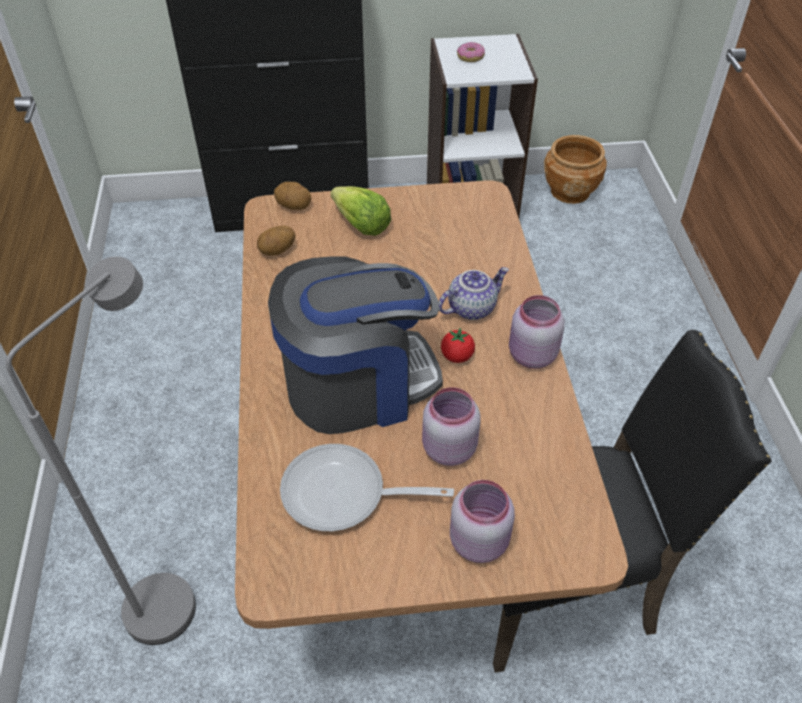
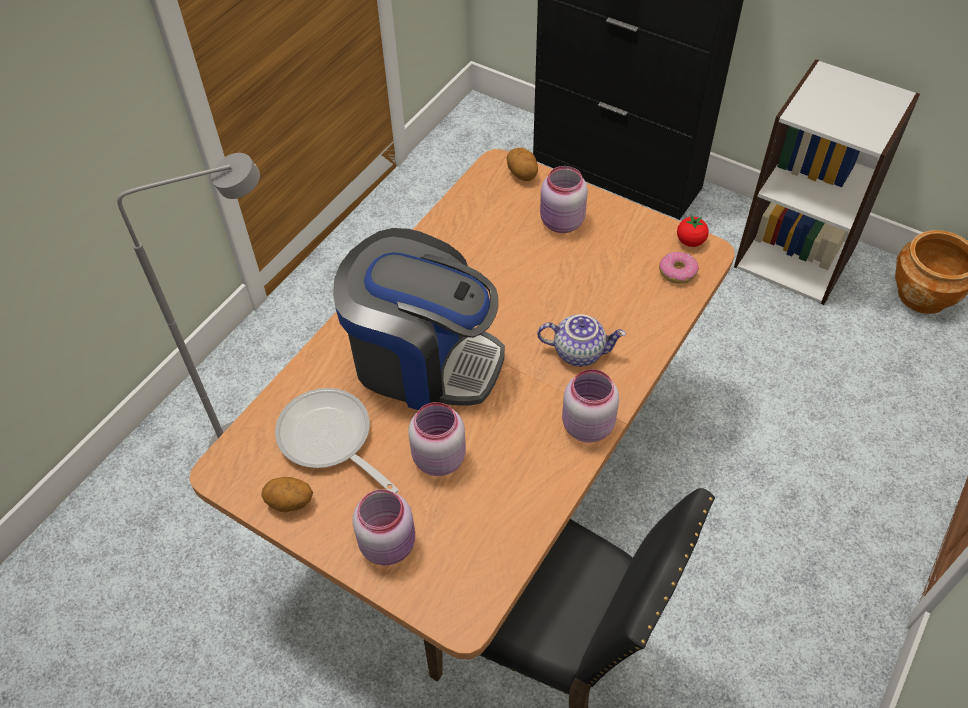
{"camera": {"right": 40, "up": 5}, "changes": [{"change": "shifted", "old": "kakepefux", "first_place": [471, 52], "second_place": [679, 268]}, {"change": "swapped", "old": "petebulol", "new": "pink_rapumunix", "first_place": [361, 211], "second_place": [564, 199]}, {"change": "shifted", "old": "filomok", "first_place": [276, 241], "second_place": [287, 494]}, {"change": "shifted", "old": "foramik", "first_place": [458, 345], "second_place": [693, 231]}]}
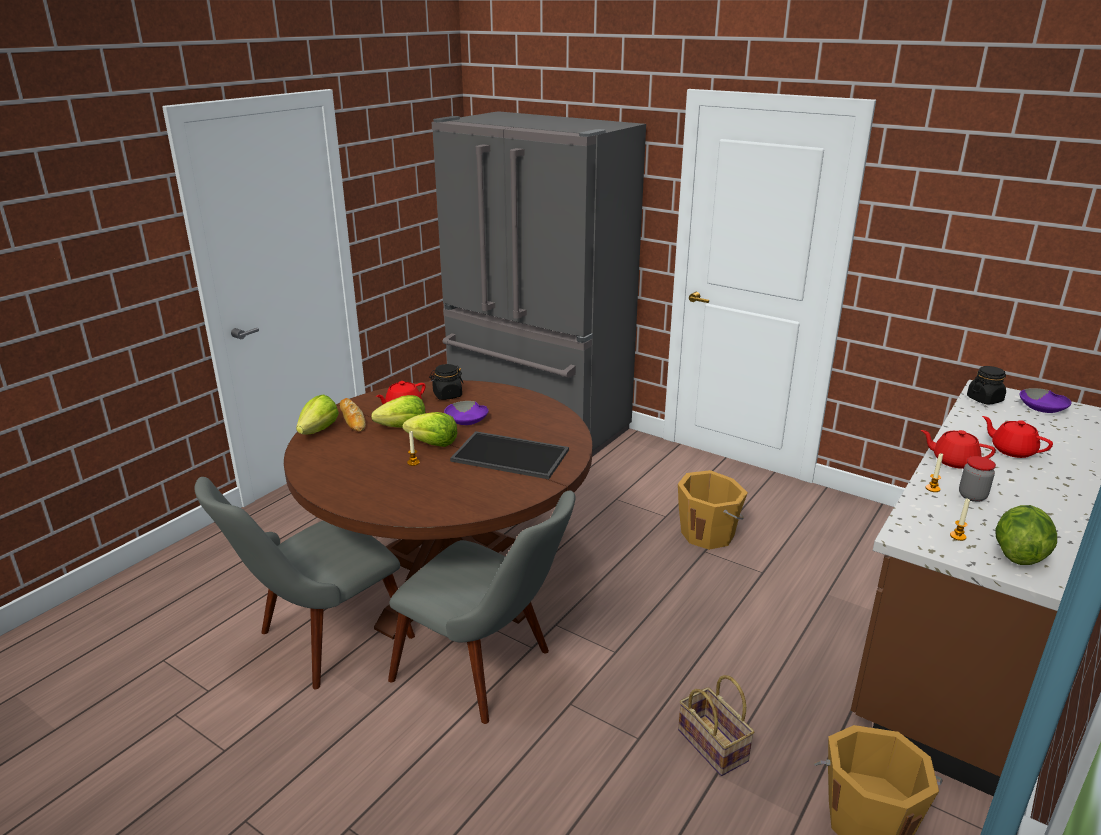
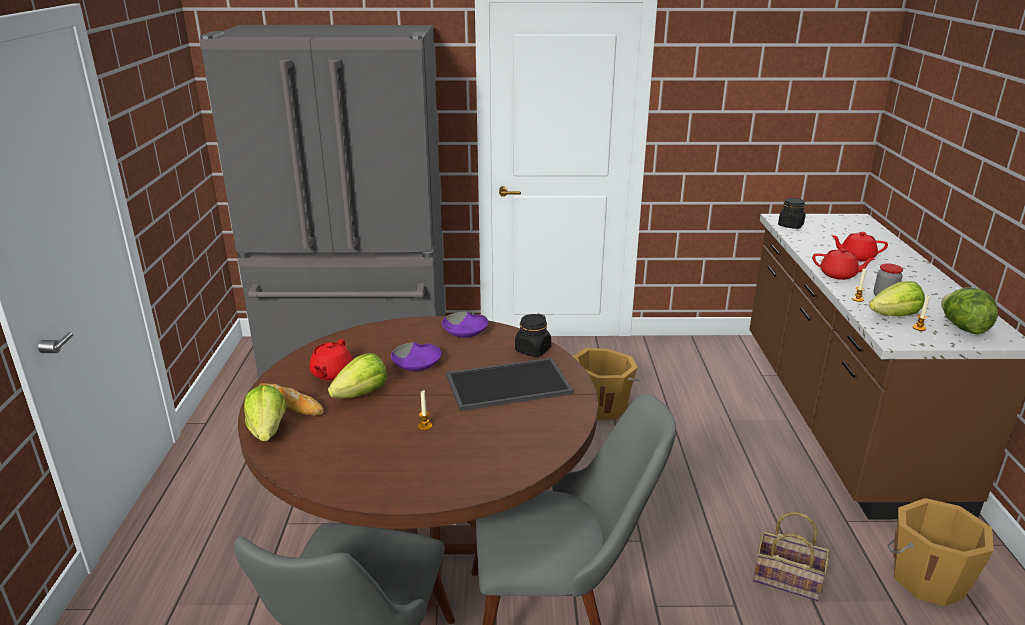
{"camera": {"right": -35, "up": 0}, "changes": [{"change": "shifted", "old": "black_rapumunix", "first_place": [446, 382], "second_place": [533, 335]}, {"change": "shifted", "old": "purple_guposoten", "first_place": [1045, 400], "second_place": [465, 325]}, {"change": "shifted", "old": "petebulol", "first_place": [430, 429], "second_place": [897, 299]}, {"change": "rotated", "old": "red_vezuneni", "first_place": [958, 449], "second_place": [843, 264], "degrees": -150}]}
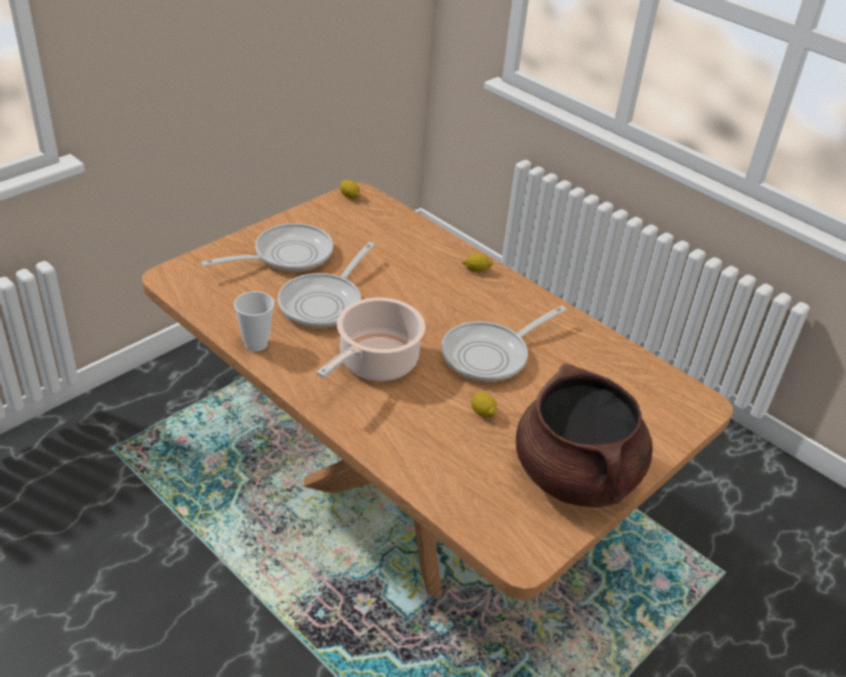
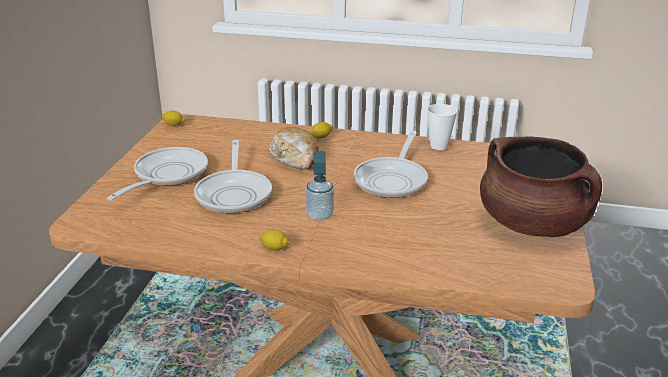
{"camera": {"right": -30, "up": -10}, "changes": [{"change": "shifted", "old": "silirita", "first_place": [254, 321], "second_place": [442, 127]}, {"change": "swapped", "old": "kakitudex", "new": "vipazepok", "first_place": [371, 339], "second_place": [320, 186]}, {"change": "shifted", "old": "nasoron", "first_place": [484, 404], "second_place": [274, 240]}, {"change": "new", "new": "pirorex", "second_place": [294, 148]}]}
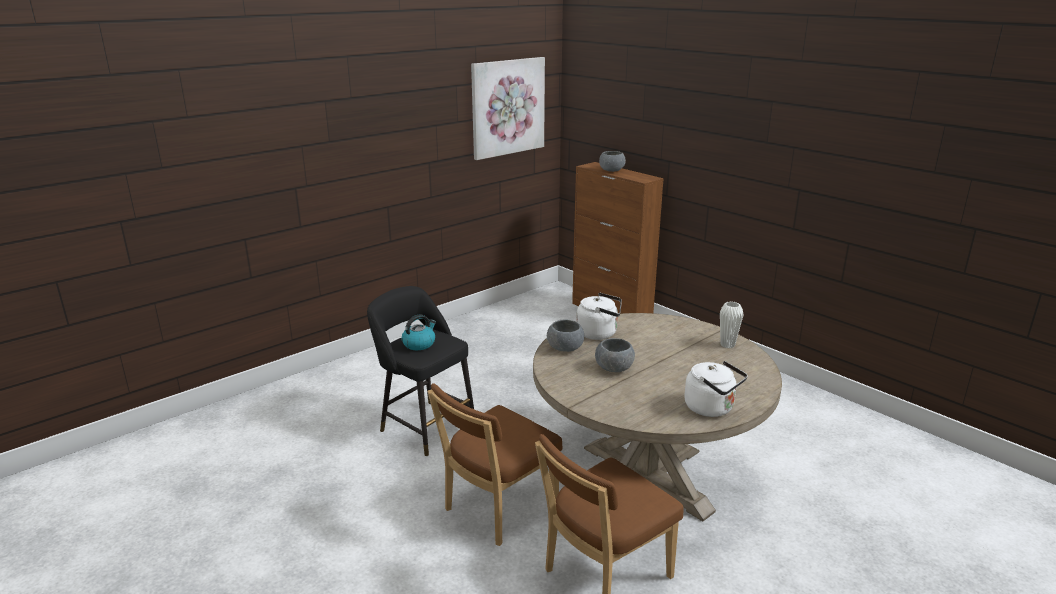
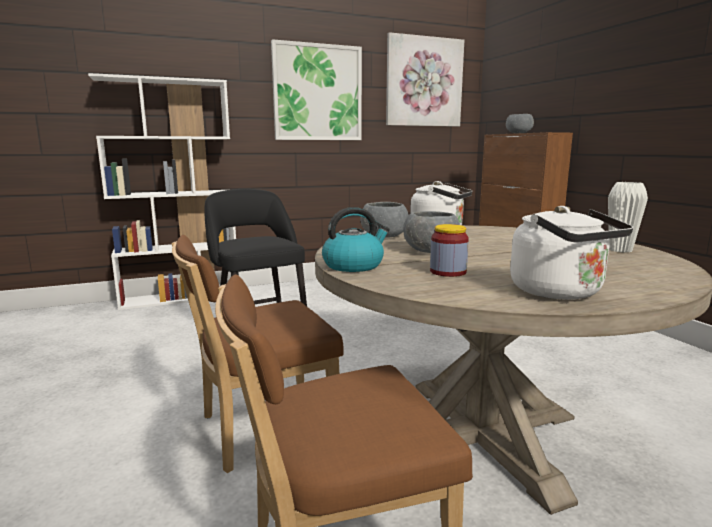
{"camera": {"right": 20, "up": -10}, "changes": [{"change": "shifted", "old": "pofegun", "first_place": [418, 332], "second_place": [356, 239]}, {"change": "new", "new": "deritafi", "second_place": [316, 89]}, {"change": "new", "new": "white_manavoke", "second_place": [162, 191]}, {"change": "new", "new": "rapumunix", "second_place": [449, 250]}]}
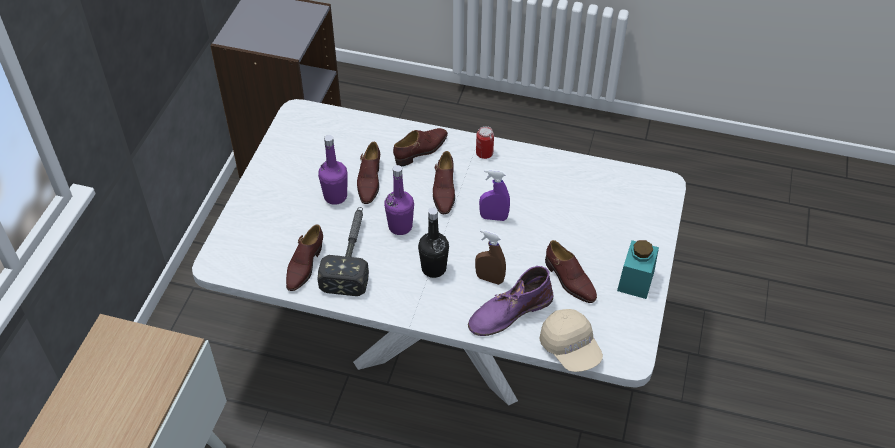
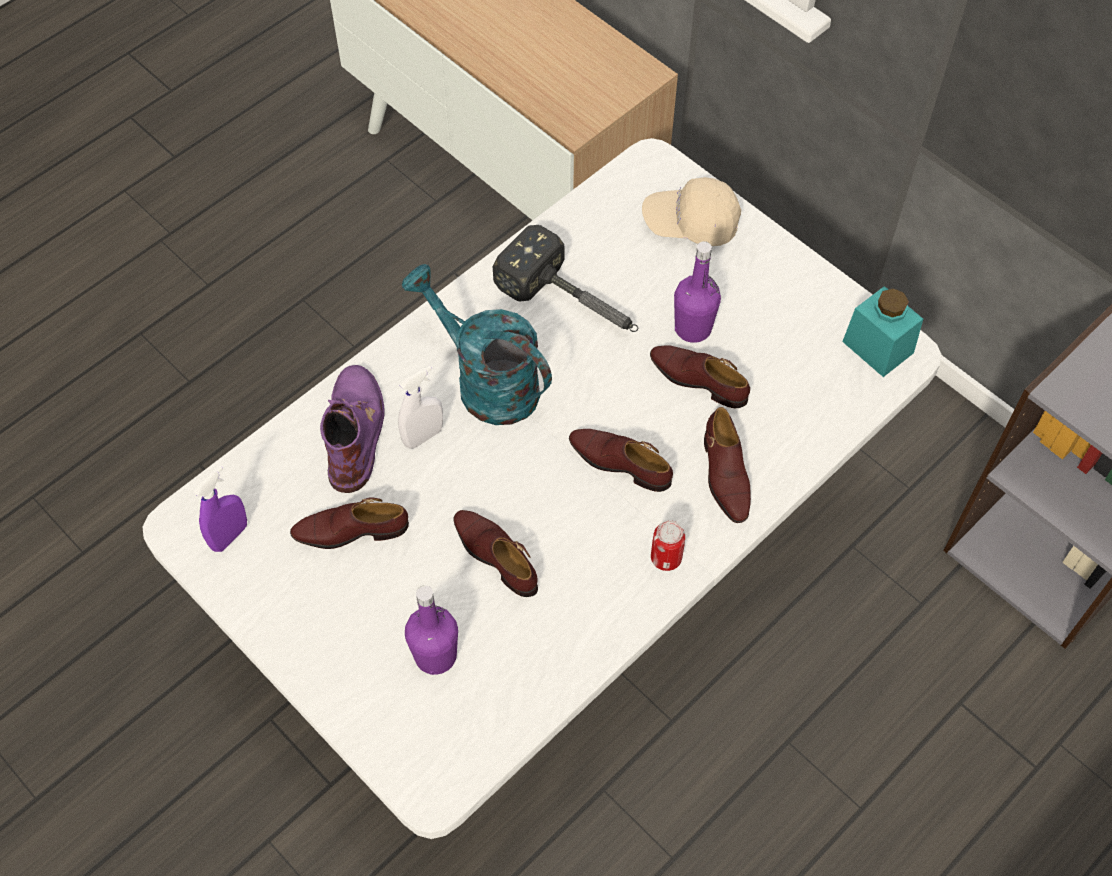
{"camera": {"right": 120, "up": 10}, "changes": [{"change": "shifted", "old": "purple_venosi", "first_place": [399, 200], "second_place": [431, 630]}, {"change": "shifted", "old": "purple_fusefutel", "first_place": [494, 195], "second_place": [220, 508]}, {"change": "swapped", "old": "black_venosi", "new": "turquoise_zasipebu", "first_place": [433, 243], "second_place": [477, 344]}, {"change": "shifted", "old": "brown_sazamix", "first_place": [304, 258], "second_place": [495, 553]}, {"change": "repainted", "old": "brown_fusefutel", "new": "white_fusefutel", "first_place": [490, 257], "second_place": [420, 407]}, {"change": "shifted", "old": "turquoise_rapumunix", "first_place": [638, 269], "second_place": [882, 331]}, {"change": "shifted", "old": "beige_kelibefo", "first_place": [571, 340], "second_place": [691, 211]}]}
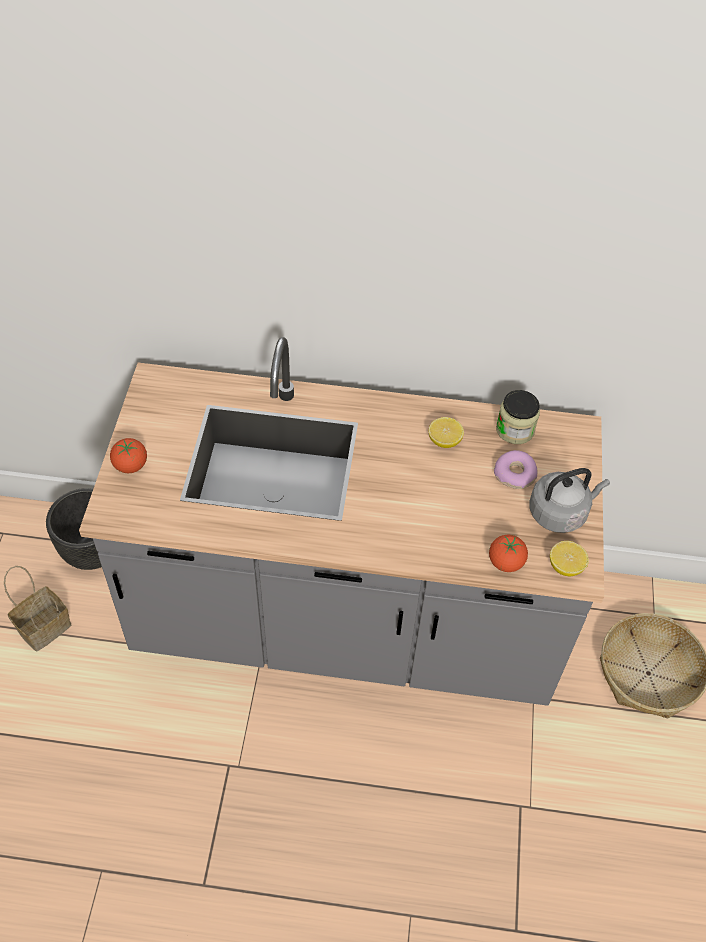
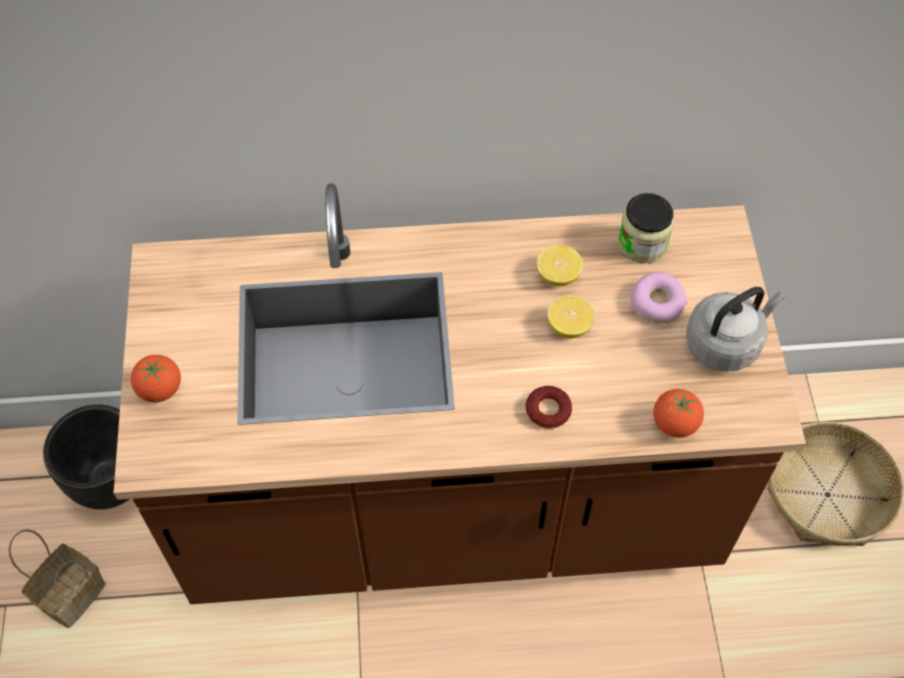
{"camera": {"right": -10, "up": 5}, "changes": [{"change": "repainted", "old": "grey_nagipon", "new": "brown_nagipon", "first_place": [341, 521], "second_place": [460, 393]}, {"change": "shifted", "old": "nasoron", "first_place": [569, 558], "second_place": [571, 316]}, {"change": "new", "new": "kakepefux", "second_place": [549, 407]}]}
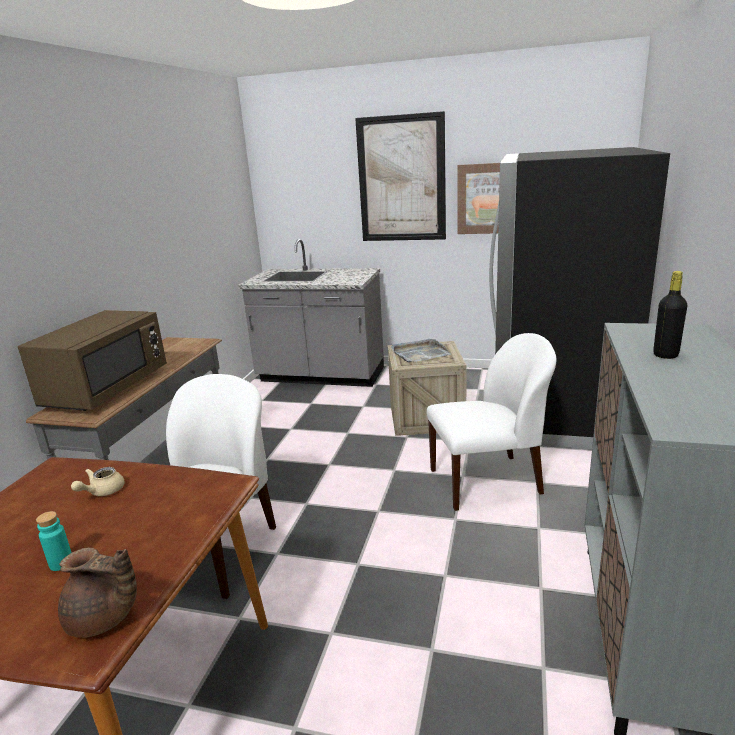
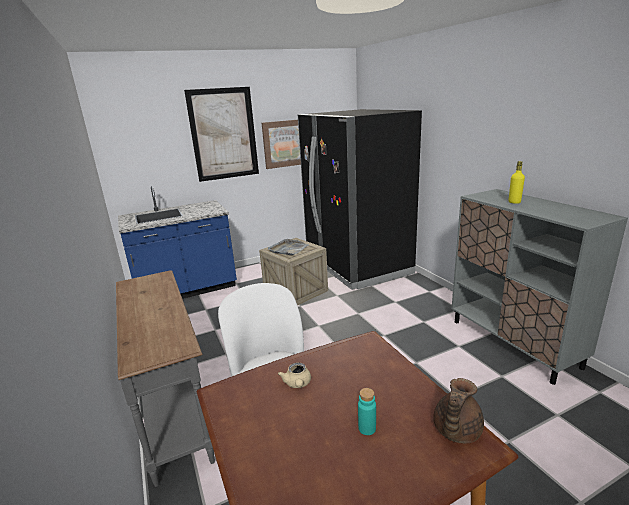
{"camera": {"right": -40, "up": 0}, "changes": [{"change": "repainted", "old": "grey_nagipon", "new": "blue_nagipon", "first_place": [311, 313], "second_place": [177, 242]}, {"change": "repainted", "old": "black_venosi", "new": "yellow_venosi", "first_place": [670, 315], "second_place": [516, 182]}, {"change": "gone", "old": "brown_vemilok", "first_place": [92, 360]}, {"change": "gone", "old": "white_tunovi", "first_place": [491, 422]}, {"change": "rotated", "old": "brown_vezuneni", "first_place": [97, 593], "second_place": [458, 410], "degrees": 150}]}
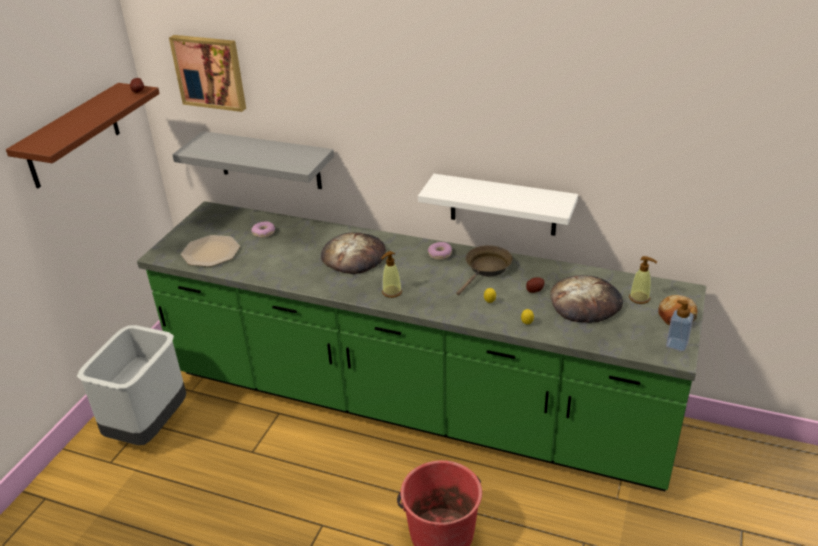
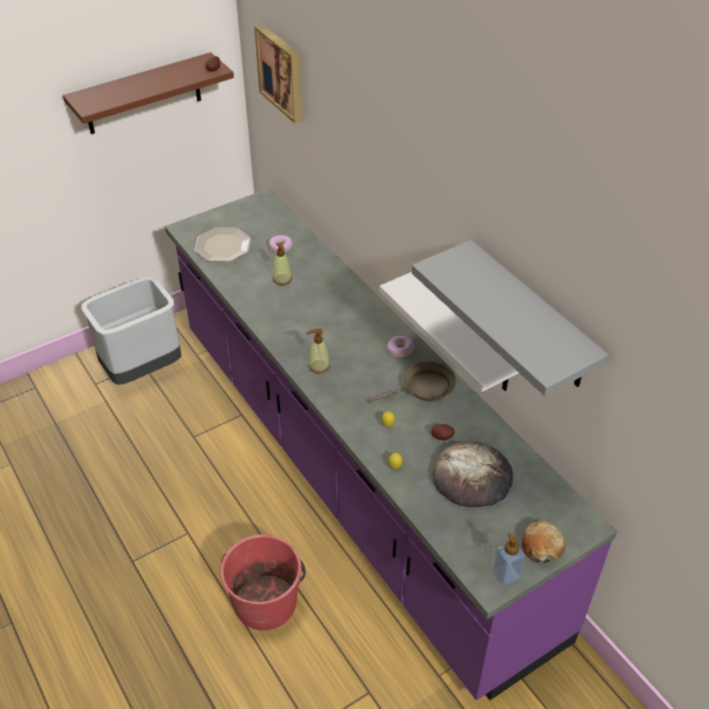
{"camera": {"right": 35, "up": 10}, "changes": [{"change": "shifted", "old": "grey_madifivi", "first_place": [253, 160], "second_place": [510, 318]}, {"change": "repainted", "old": "green_nagipon", "new": "purple_nagipon", "first_place": [421, 346], "second_place": [391, 444]}, {"change": "gone", "old": "pirorex", "first_place": [353, 253]}, {"change": "shifted", "old": "vipazepok", "first_place": [643, 280], "second_place": [282, 263]}]}
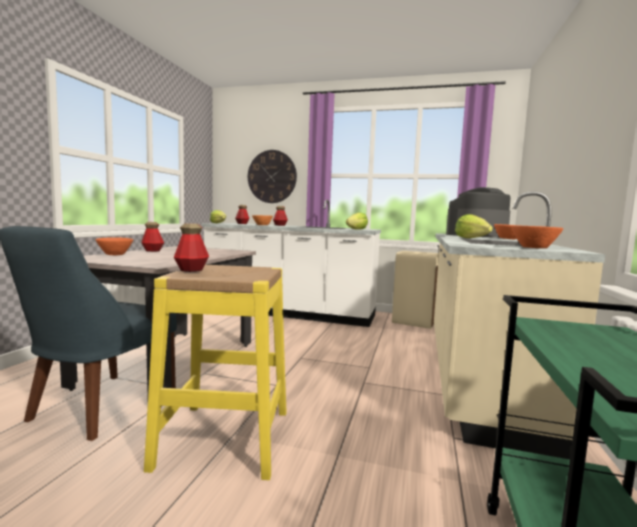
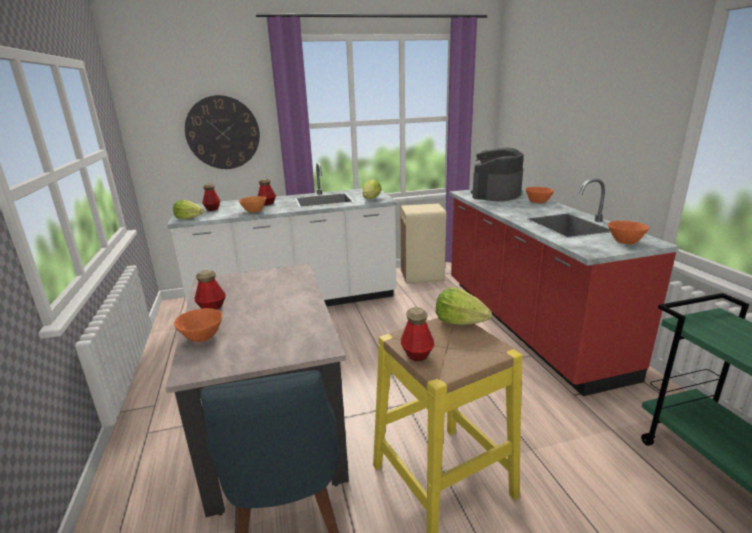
{"camera": {"right": -30, "up": 15}, "changes": [{"change": "repainted", "old": "beige_nagipon", "new": "red_nagipon", "first_place": [519, 325], "second_place": [564, 287]}, {"change": "shifted", "old": "petebulol", "first_place": [474, 226], "second_place": [463, 306]}]}
